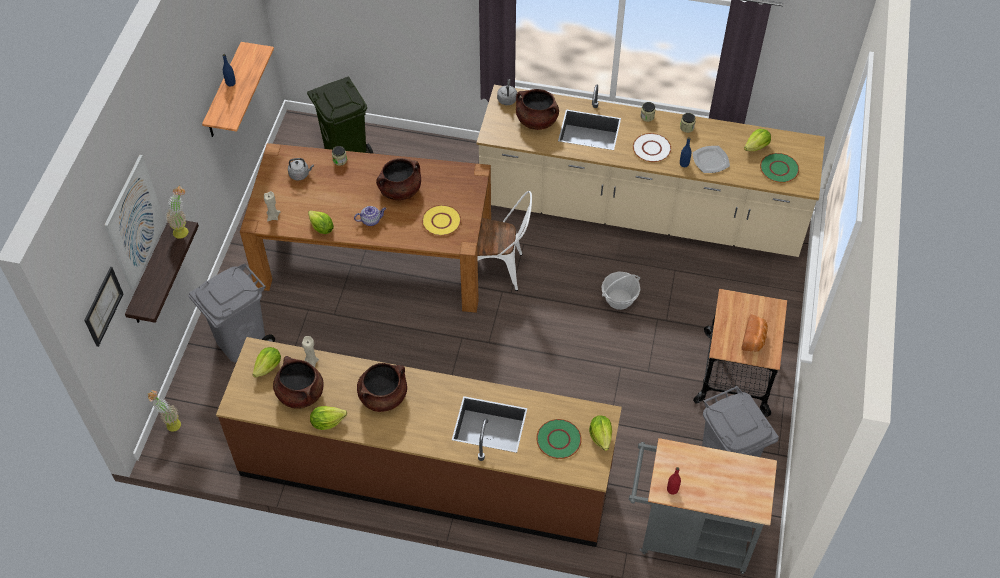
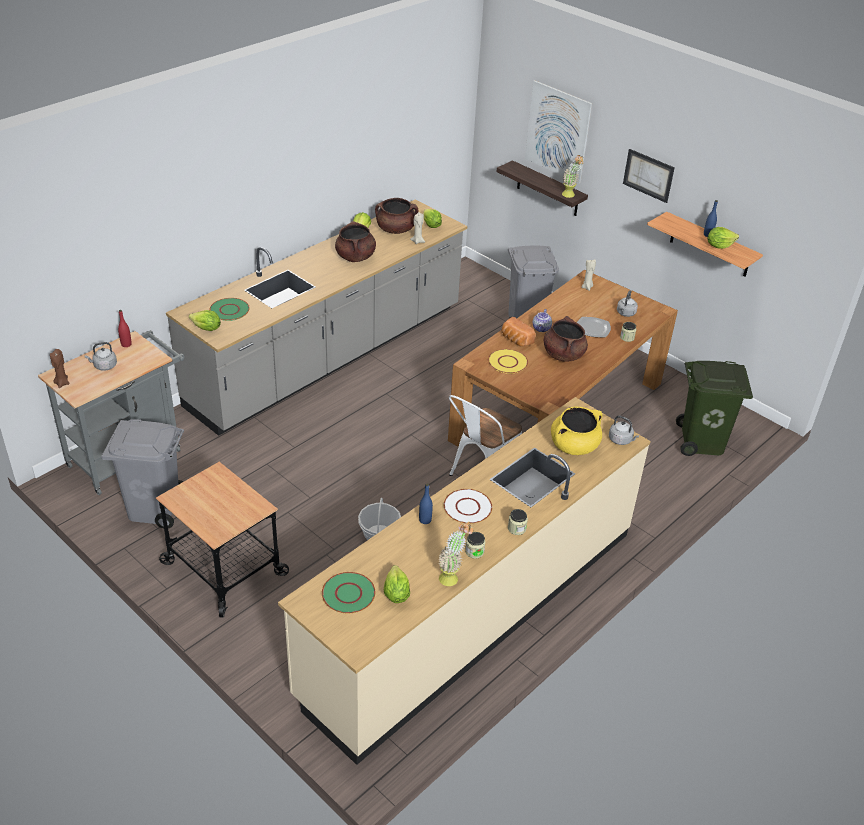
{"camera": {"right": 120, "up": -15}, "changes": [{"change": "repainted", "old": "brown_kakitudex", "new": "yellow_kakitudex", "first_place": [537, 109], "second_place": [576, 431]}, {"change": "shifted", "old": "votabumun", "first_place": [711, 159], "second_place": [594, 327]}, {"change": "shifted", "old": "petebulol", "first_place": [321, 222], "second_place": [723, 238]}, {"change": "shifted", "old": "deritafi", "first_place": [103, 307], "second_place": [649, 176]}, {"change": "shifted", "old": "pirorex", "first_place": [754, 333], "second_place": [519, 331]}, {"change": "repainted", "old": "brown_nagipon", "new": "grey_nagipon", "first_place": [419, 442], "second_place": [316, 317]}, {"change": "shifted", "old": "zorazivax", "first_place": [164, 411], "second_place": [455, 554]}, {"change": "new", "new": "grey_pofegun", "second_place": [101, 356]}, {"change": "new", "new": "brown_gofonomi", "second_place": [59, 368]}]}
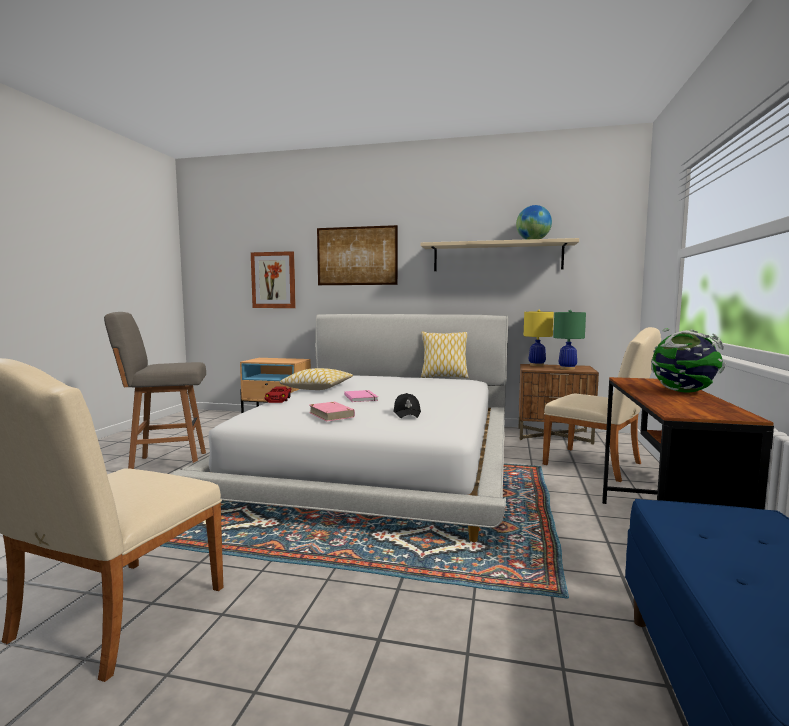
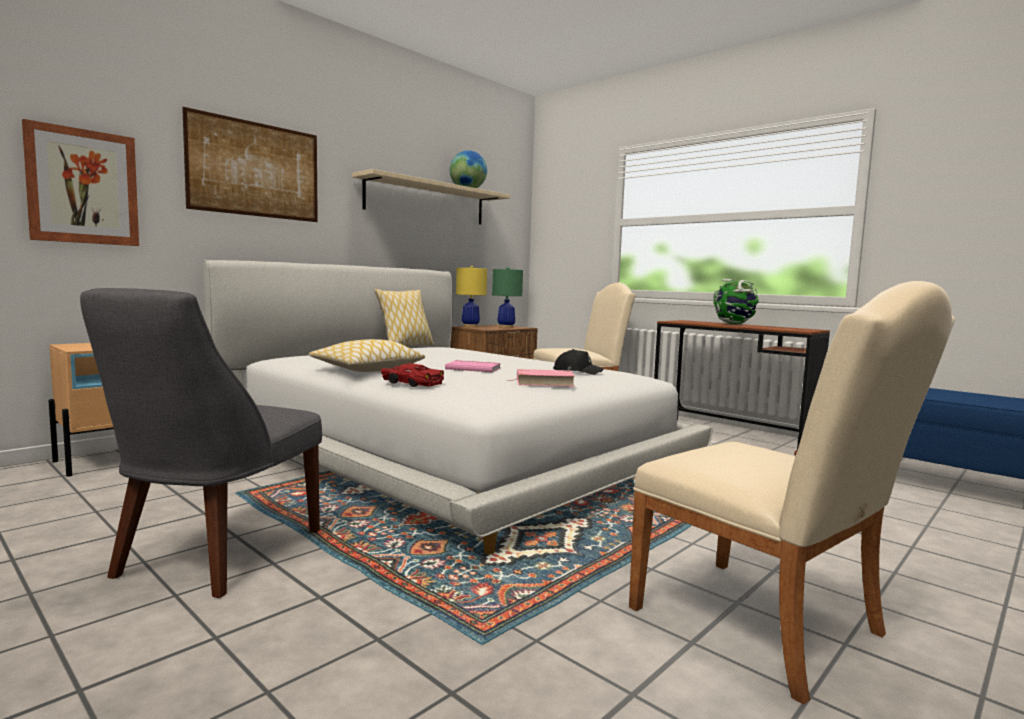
{"camera": {"right": -60, "up": 0}, "changes": [{"change": "swapped", "old": "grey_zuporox", "new": "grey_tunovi", "first_place": [155, 390], "second_place": [201, 443]}]}
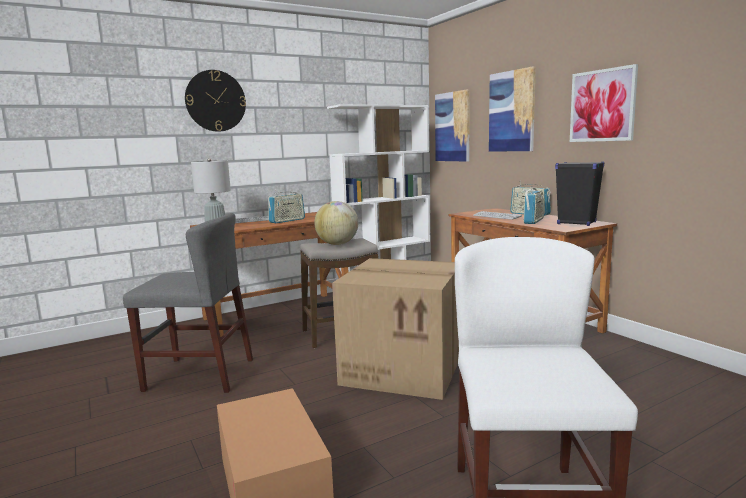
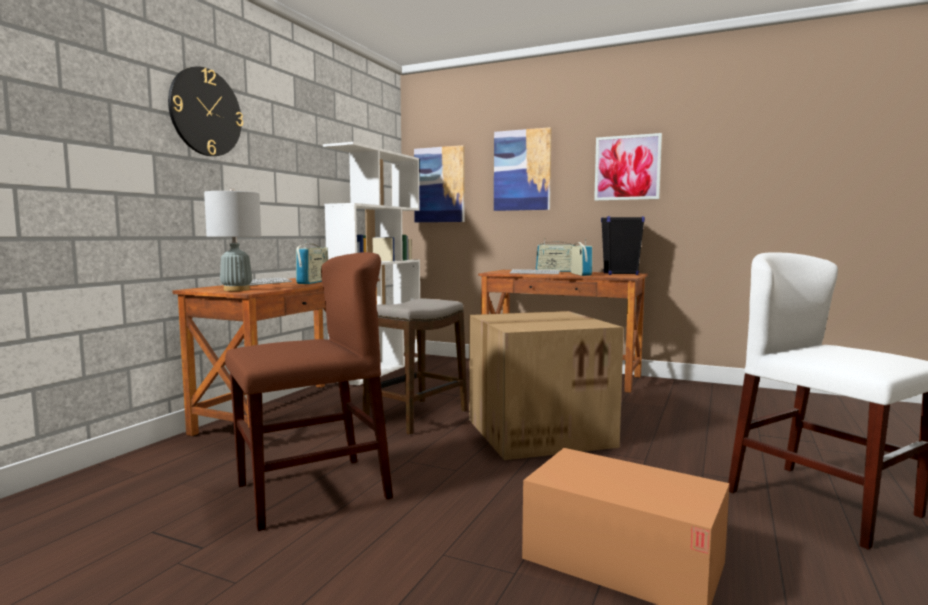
{"camera": {"right": -35, "up": -5}, "changes": [{"change": "gone", "old": "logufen", "first_place": [336, 223]}, {"change": "repainted", "old": "grey_tunovi", "new": "brown_tunovi", "first_place": [188, 303], "second_place": [309, 391]}]}
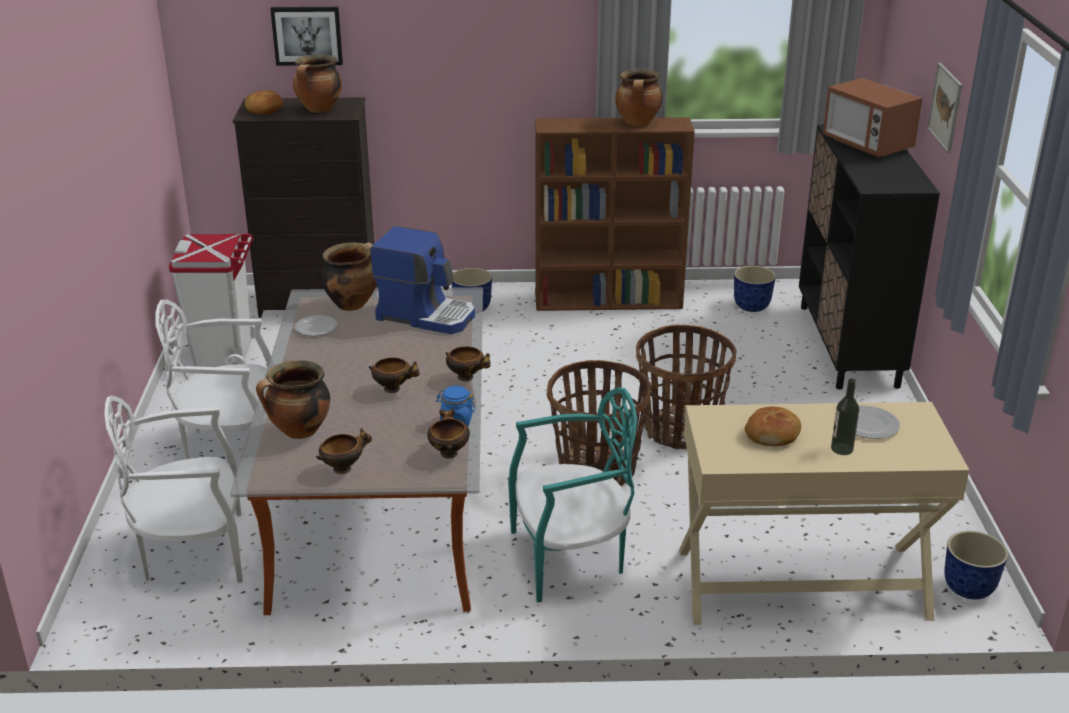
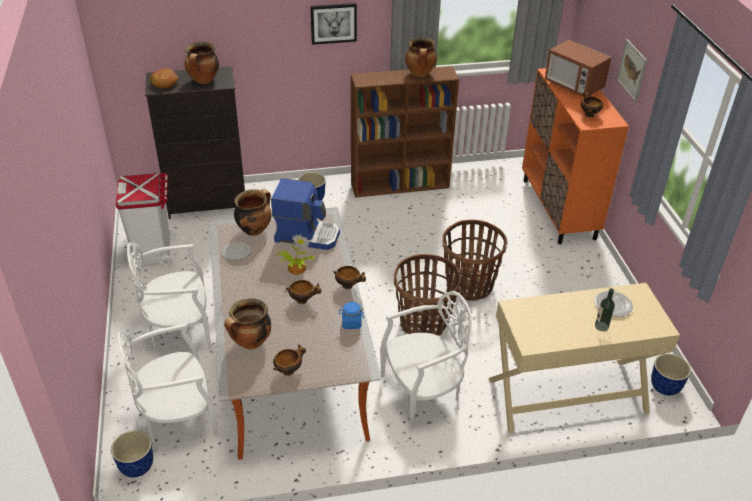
{"camera": {"right": -10, "up": 10}, "changes": [{"change": "shifted", "old": "deritafi", "first_place": [306, 36], "second_place": [333, 24]}, {"change": "repainted", "old": "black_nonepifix", "new": "orange_nonepifix", "first_place": [869, 257], "second_place": [575, 156]}, {"change": "shifted", "old": "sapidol", "first_place": [755, 289], "second_place": [132, 453]}, {"change": "repainted", "old": "turquoise_tunovi", "new": "white_tunovi", "first_place": [572, 494], "second_place": [426, 359]}, {"change": "gone", "old": "pirorex", "first_place": [773, 426]}, {"change": "shifted", "old": "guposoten", "first_place": [448, 434], "second_place": [592, 104]}, {"change": "new", "new": "zorazivax", "second_place": [295, 254]}]}
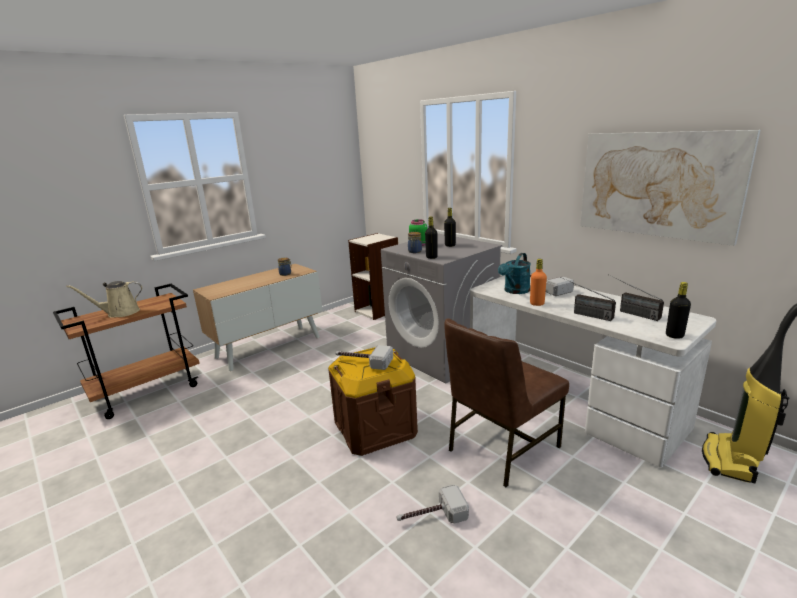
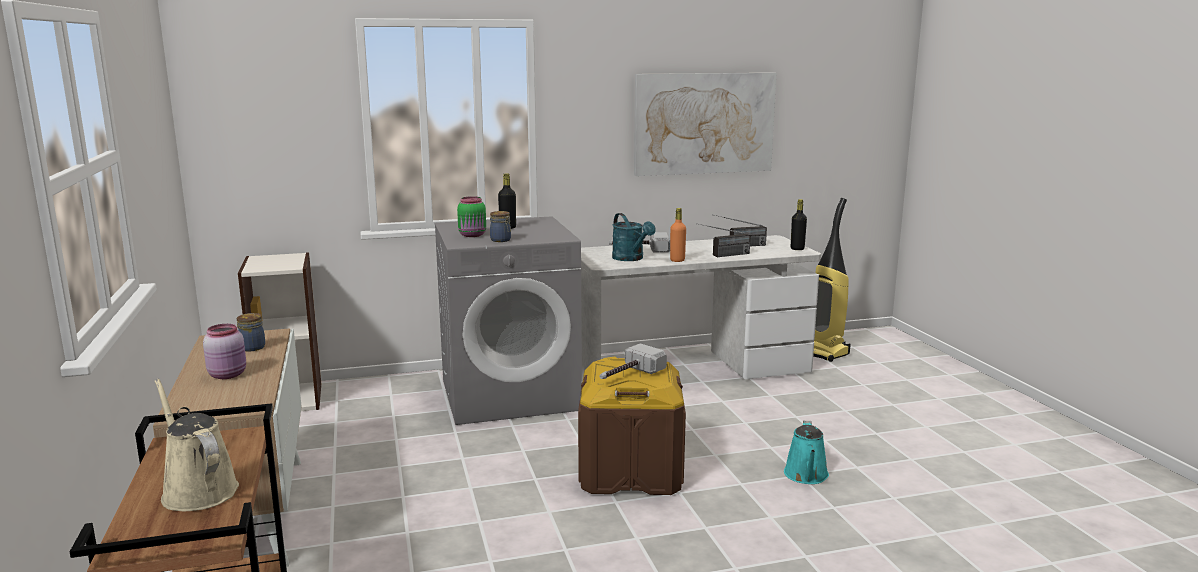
{"camera": {"right": -65, "up": -5}, "changes": [{"change": "gone", "old": "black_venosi", "first_place": [431, 238]}, {"change": "rotated", "old": "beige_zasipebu", "first_place": [104, 299], "second_place": [197, 445], "degrees": 135}, {"change": "gone", "old": "brown_tunovi", "first_place": [506, 403]}, {"change": "swapped", "old": "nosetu", "new": "turquoise_zasipebu", "first_place": [432, 504], "second_place": [806, 452]}, {"change": "new", "new": "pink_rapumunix", "second_place": [224, 351]}]}
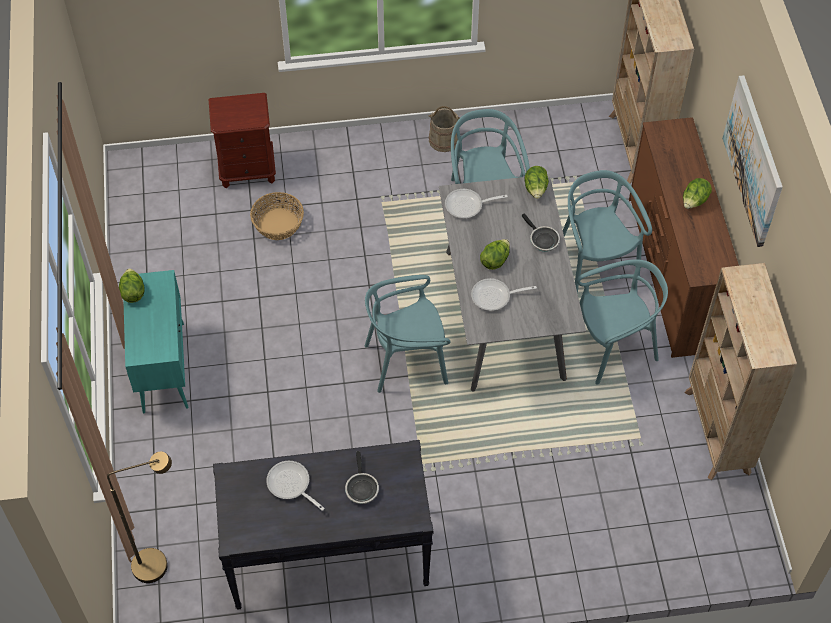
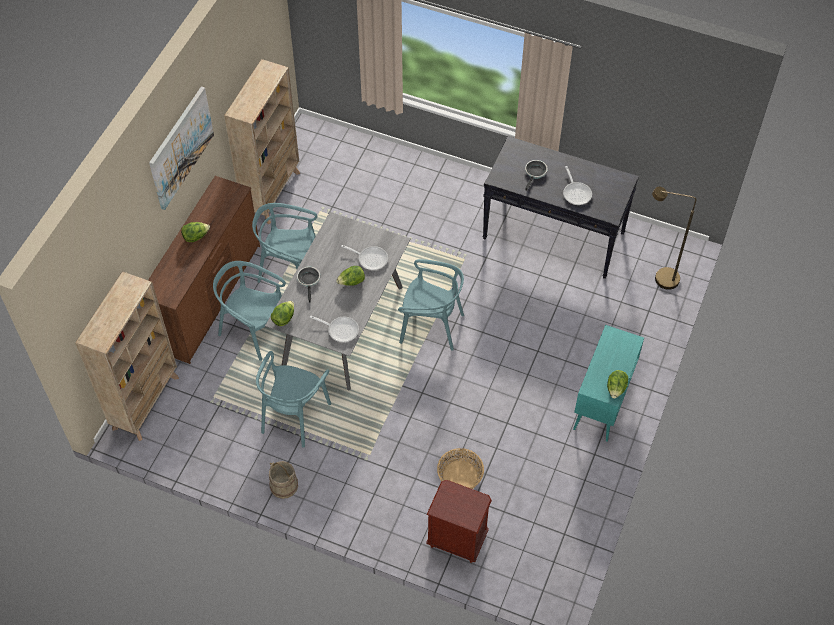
{"camera": {"right": -150, "up": 0}, "changes": [{"change": "rotated", "old": "turquoise_tunovi", "first_place": [607, 232], "second_place": [249, 311], "degrees": 105}]}
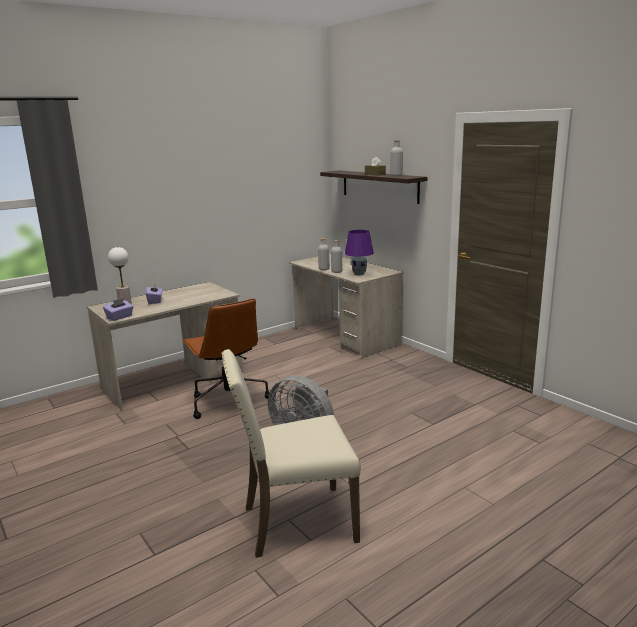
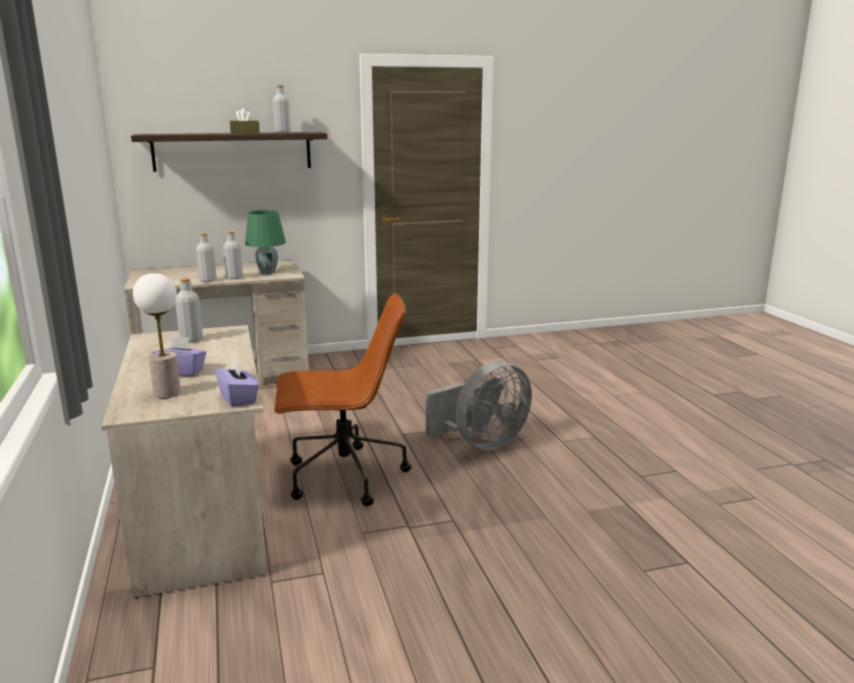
{"camera": {"right": -70, "up": 0}, "changes": [{"change": "repainted", "old": "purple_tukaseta", "new": "green_tukaseta", "first_place": [359, 252], "second_place": [265, 242]}, {"change": "gone", "old": "beige_tunovi", "first_place": [291, 453]}, {"change": "new", "new": "grey_venosi", "second_place": [189, 310]}]}
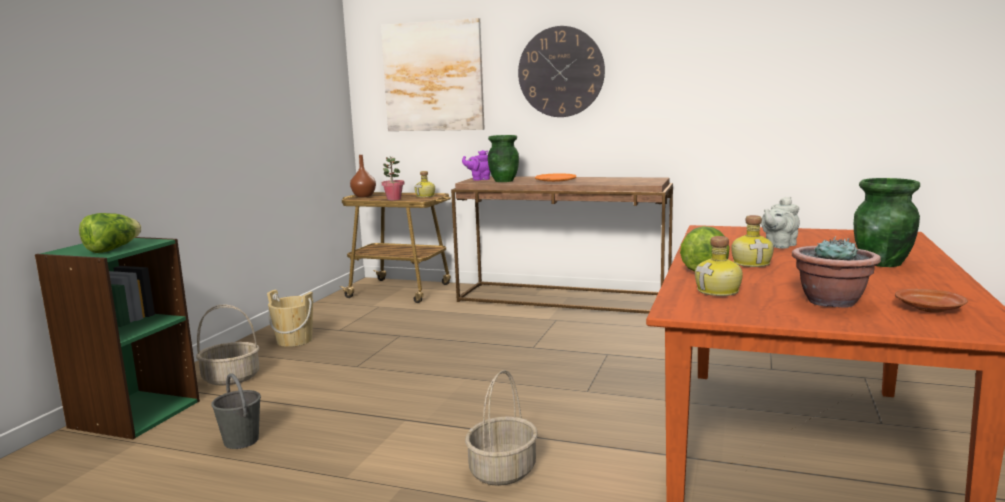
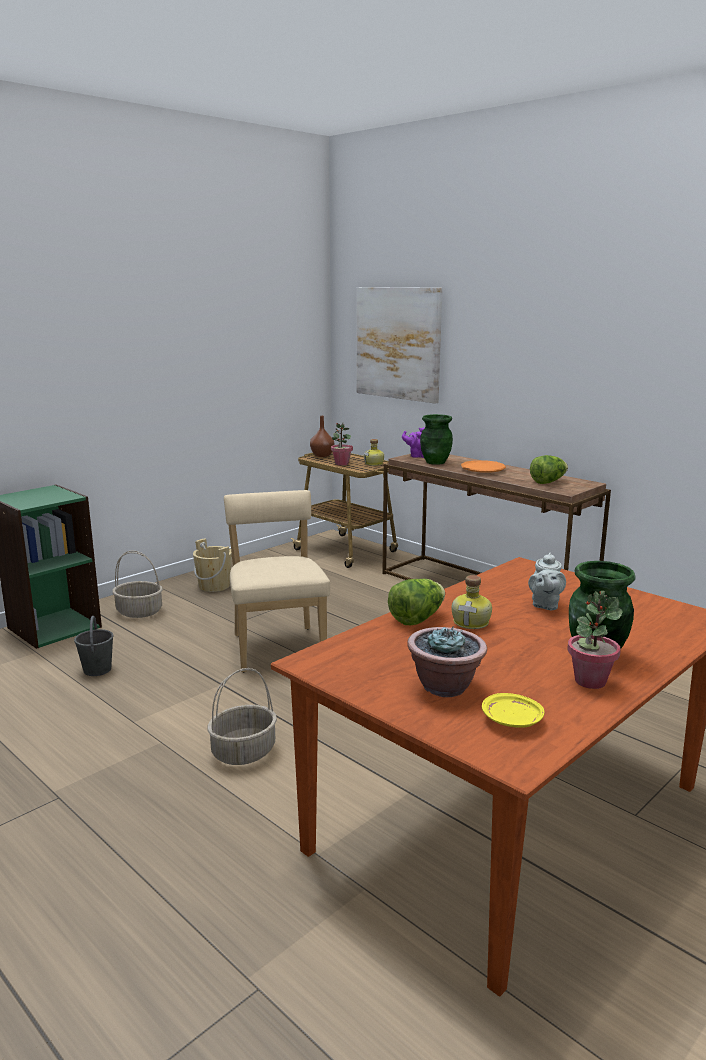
{"camera": {"right": 25, "up": 5}, "changes": [{"change": "gone", "old": "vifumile", "first_place": [561, 71]}, {"change": "rotated", "old": "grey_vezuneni", "first_place": [780, 223], "second_place": [547, 581], "degrees": -60}, {"change": "shifted", "old": "petebulol", "first_place": [110, 233], "second_place": [549, 469]}, {"change": "gone", "old": "venosi", "first_place": [719, 266]}, {"change": "repainted", "old": "brown_votabumun", "new": "yellow_votabumun", "first_place": [931, 301], "second_place": [513, 710]}, {"change": "new", "new": "beige_tunovi", "second_place": [277, 581]}, {"change": "new", "new": "zorazivax", "second_place": [595, 640]}]}
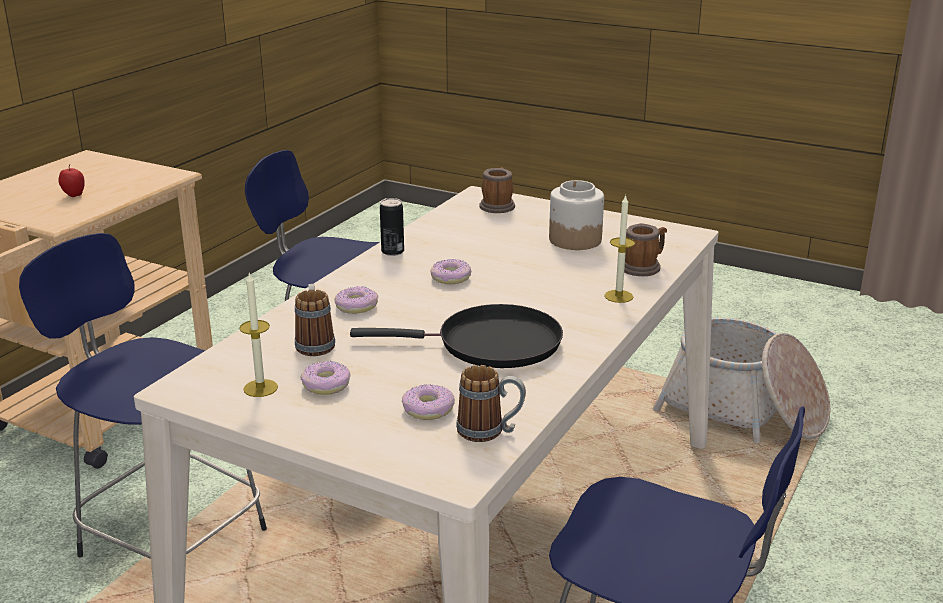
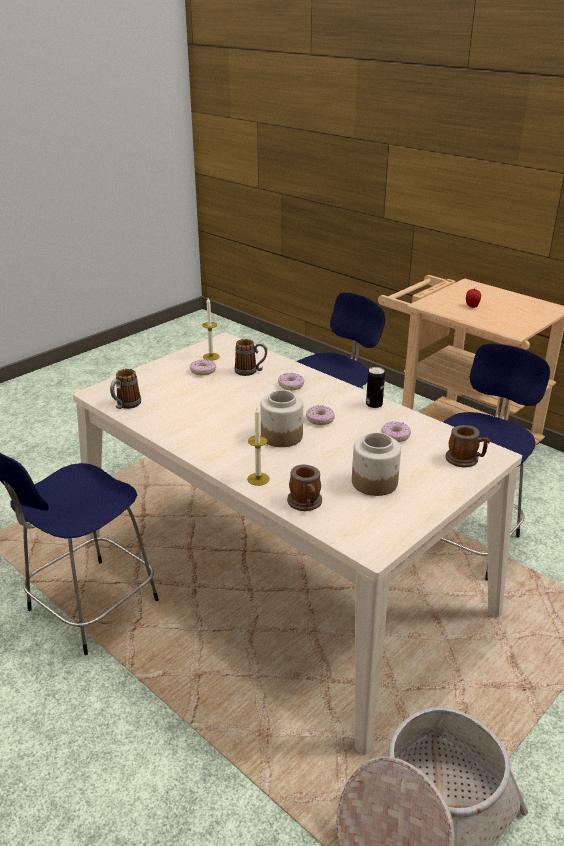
{"camera": {"right": 105, "up": 5}, "changes": [{"change": "gone", "old": "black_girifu", "first_place": [456, 336]}, {"change": "shifted", "old": "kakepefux", "first_place": [428, 402], "second_place": [396, 431]}, {"change": "new", "new": "rapumunix", "second_place": [281, 418]}]}
